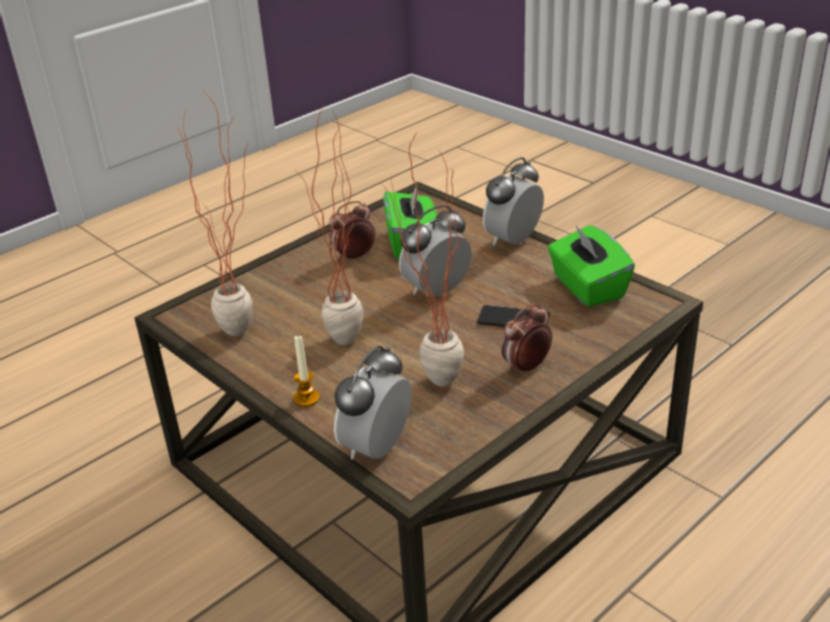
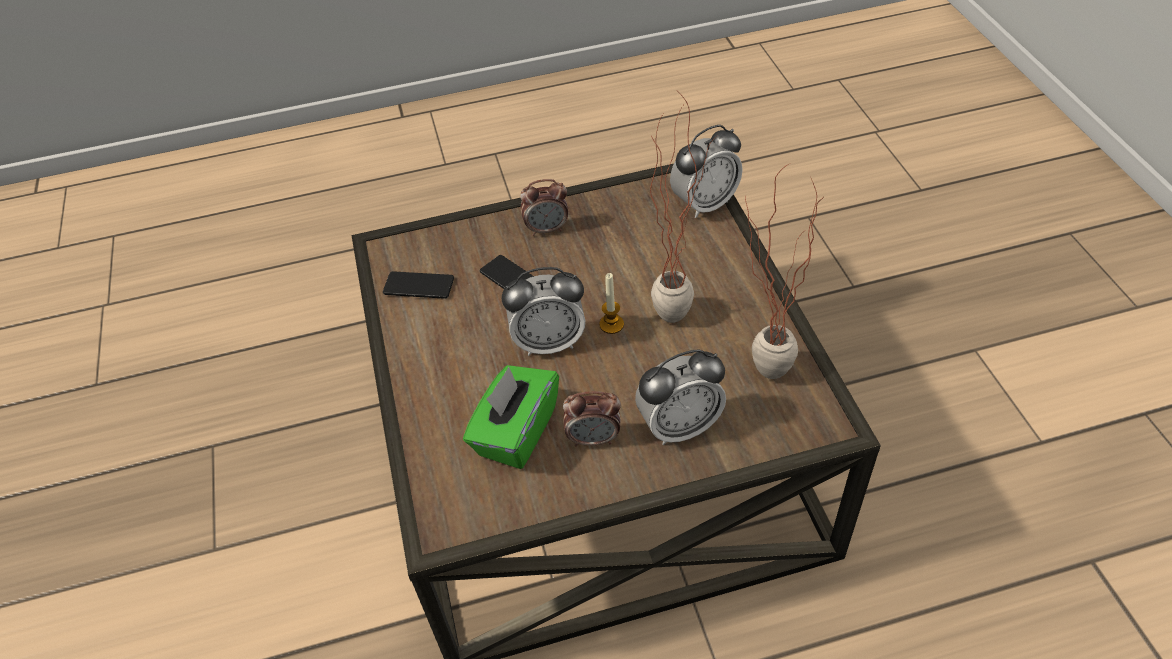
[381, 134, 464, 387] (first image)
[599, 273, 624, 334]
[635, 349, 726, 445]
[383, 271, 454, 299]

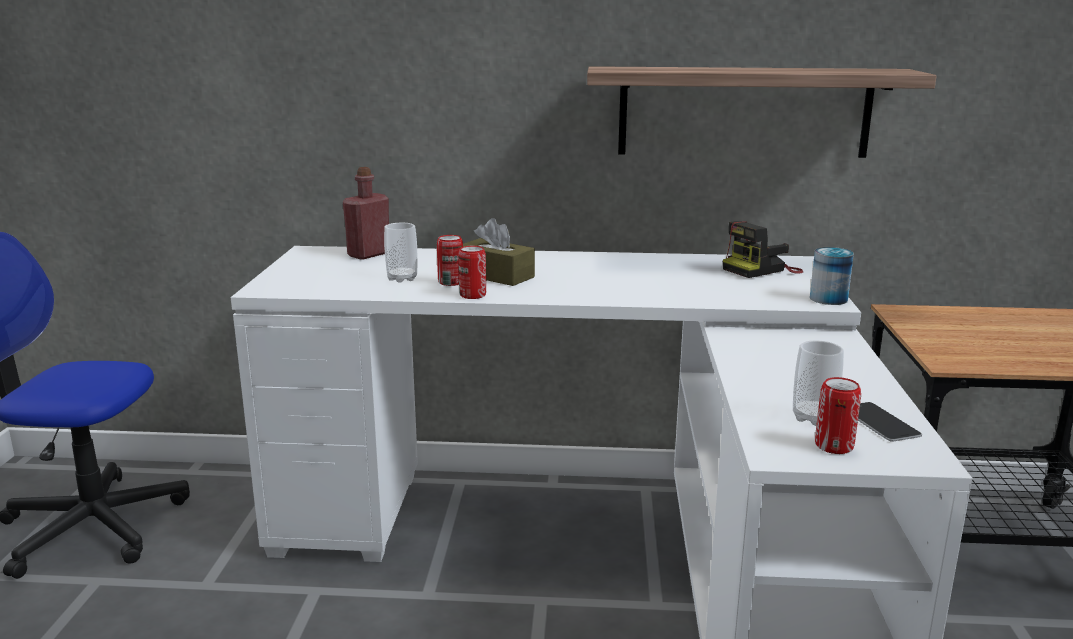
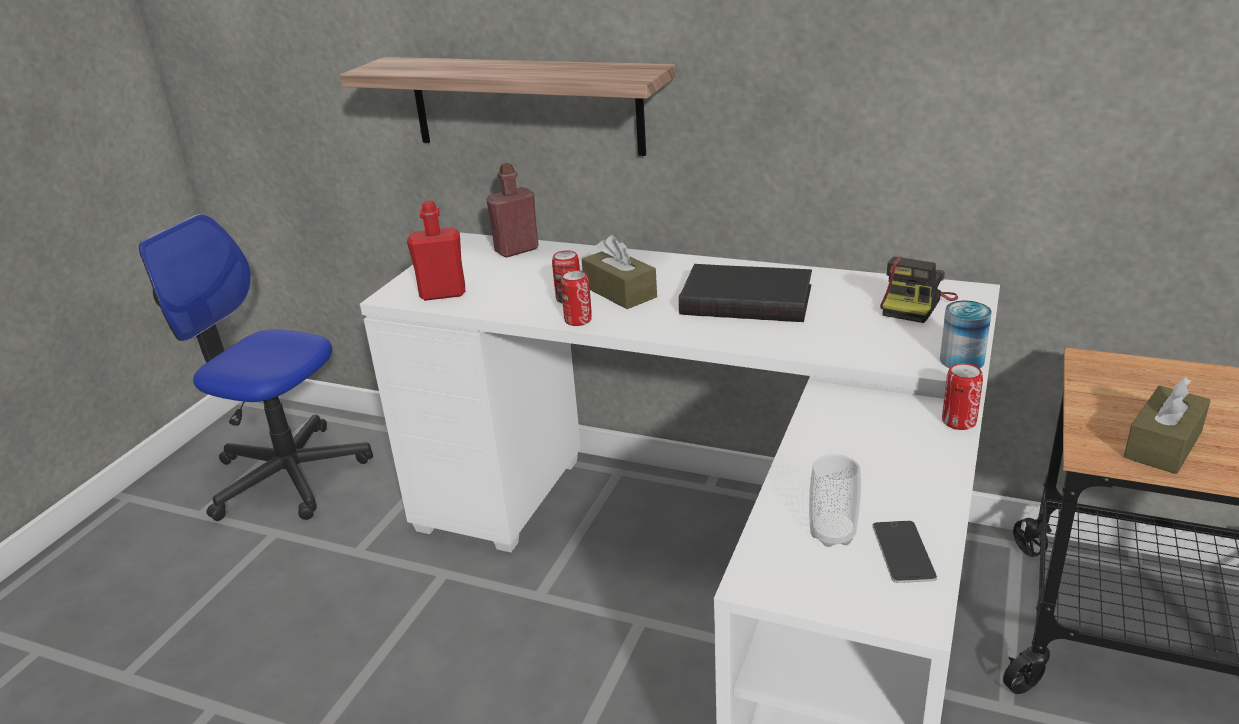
[384, 223, 417, 283] (first image)
[407, 201, 465, 301]
[679, 264, 812, 322]
[1124, 377, 1211, 474]
[340, 57, 675, 156]
[942, 363, 983, 430]
[880, 257, 958, 323]

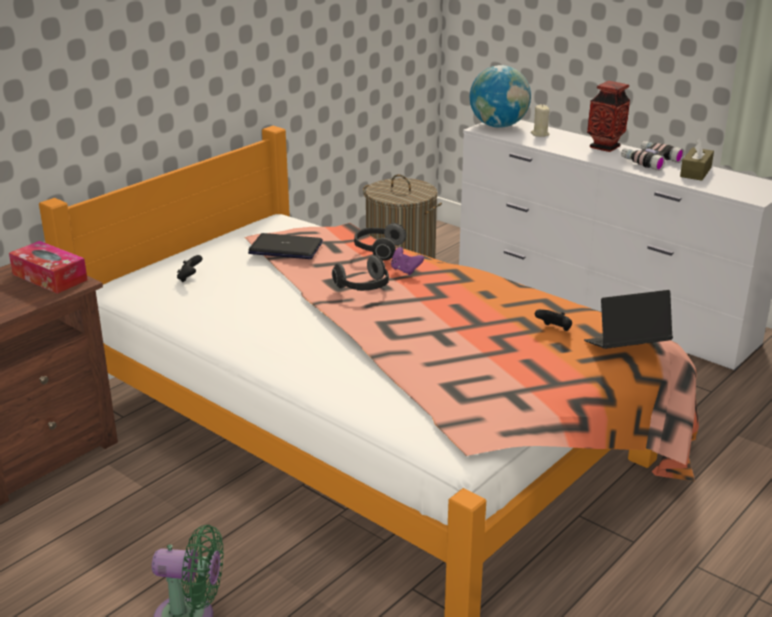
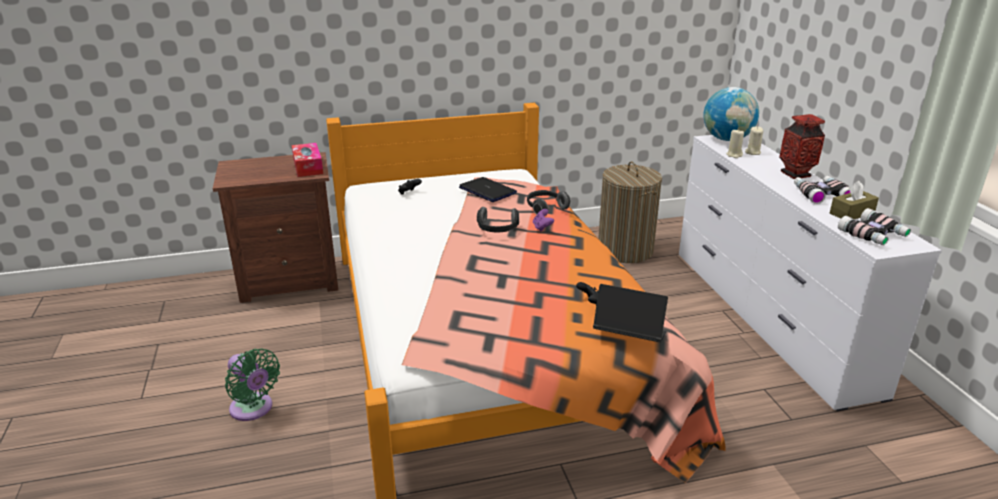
[726, 129, 744, 158]
[838, 208, 911, 245]

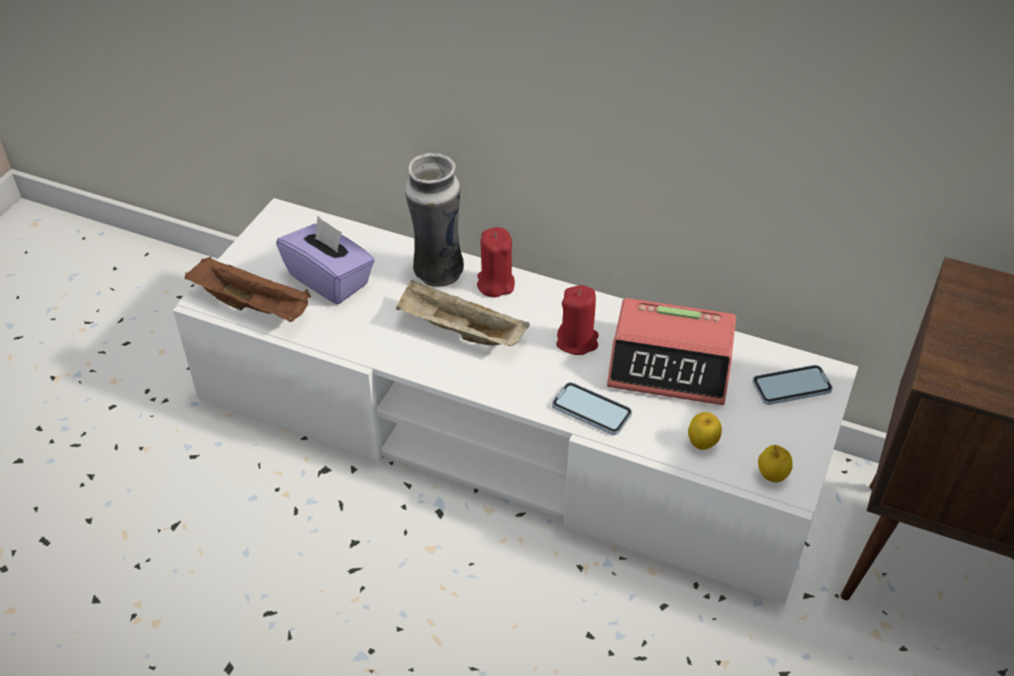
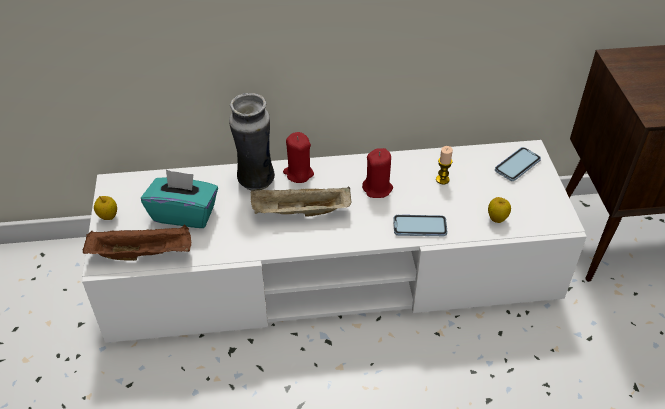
[94, 196, 117, 220]
[436, 146, 453, 184]
[141, 169, 218, 228]

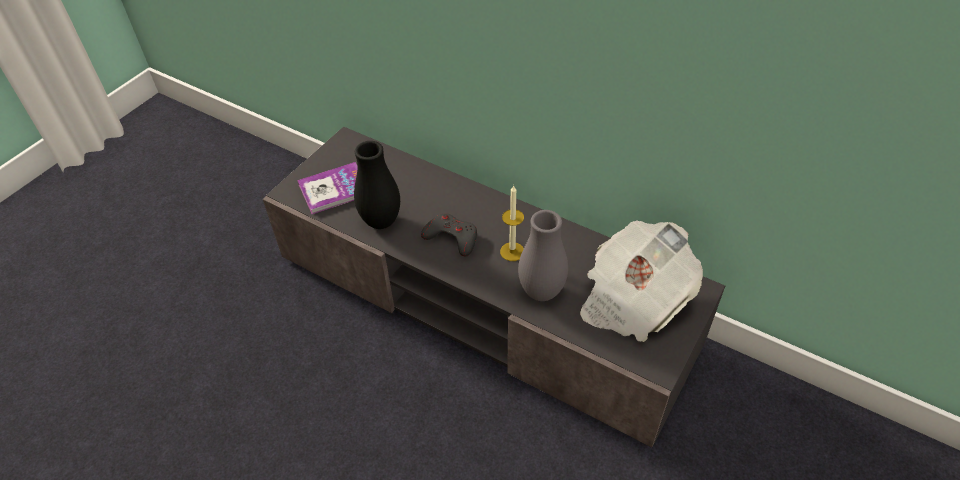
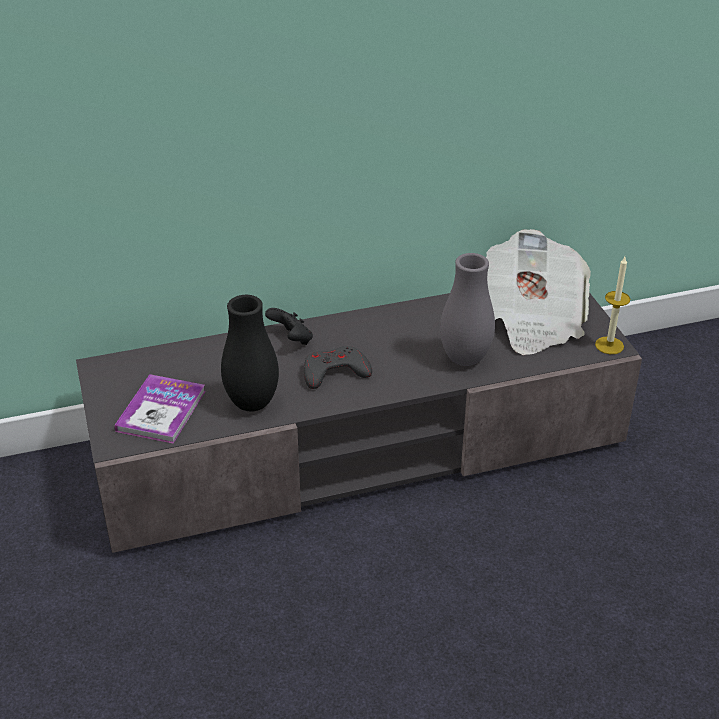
[265, 308, 313, 345]
[595, 257, 630, 354]

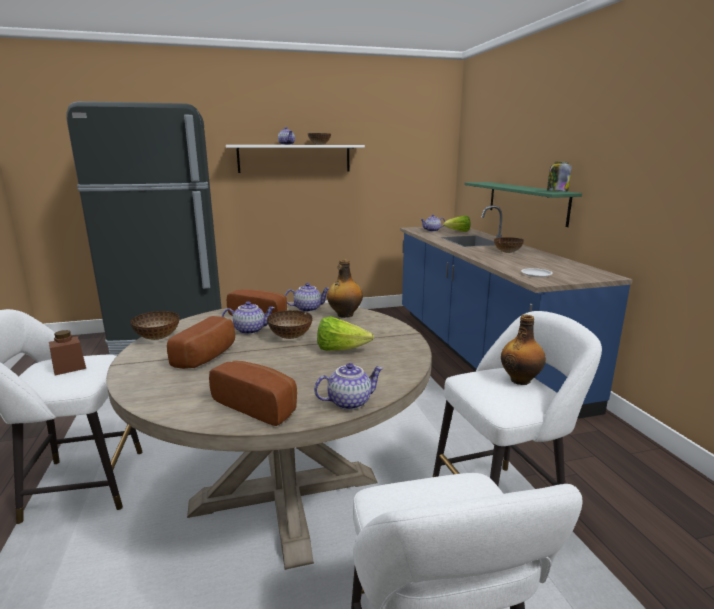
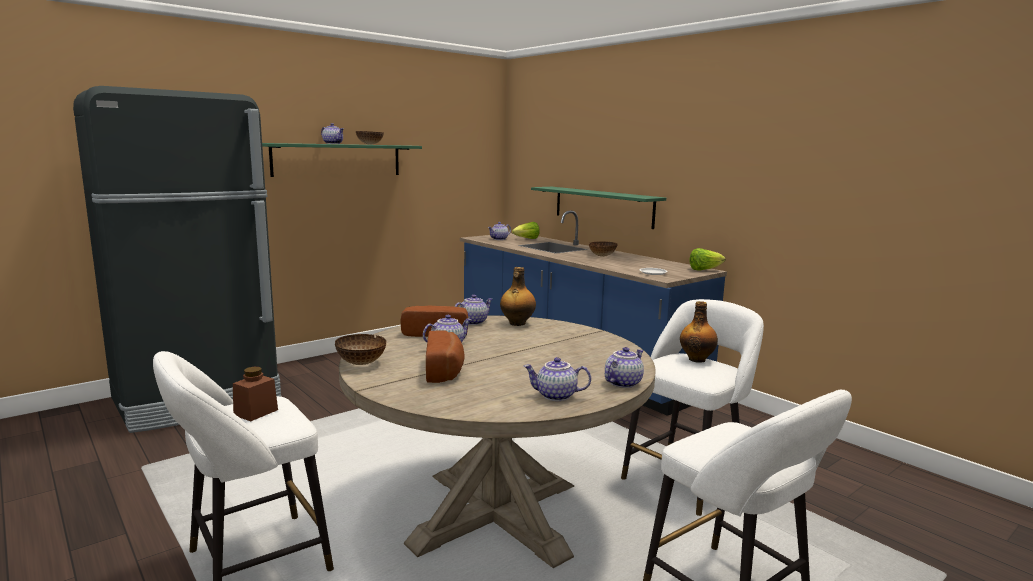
[267, 310, 312, 339] (first image)
[547, 161, 572, 191] (first image)
[689, 248, 726, 271]
[524, 357, 591, 401]
[262, 143, 422, 177]

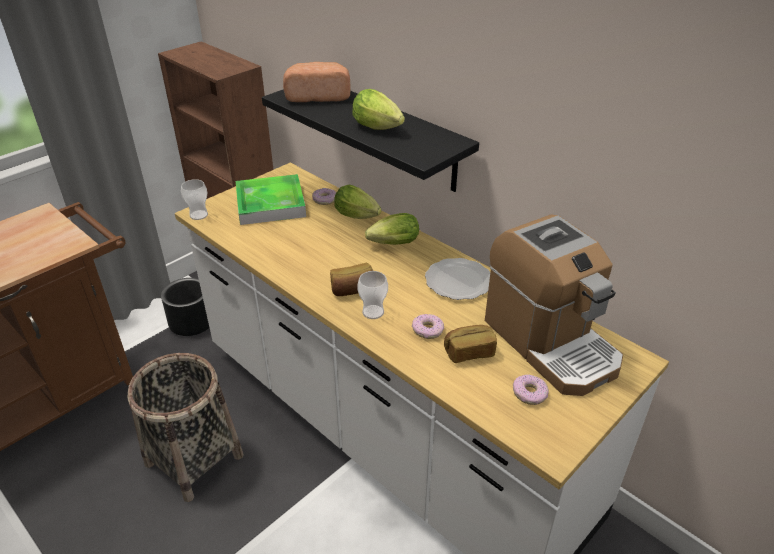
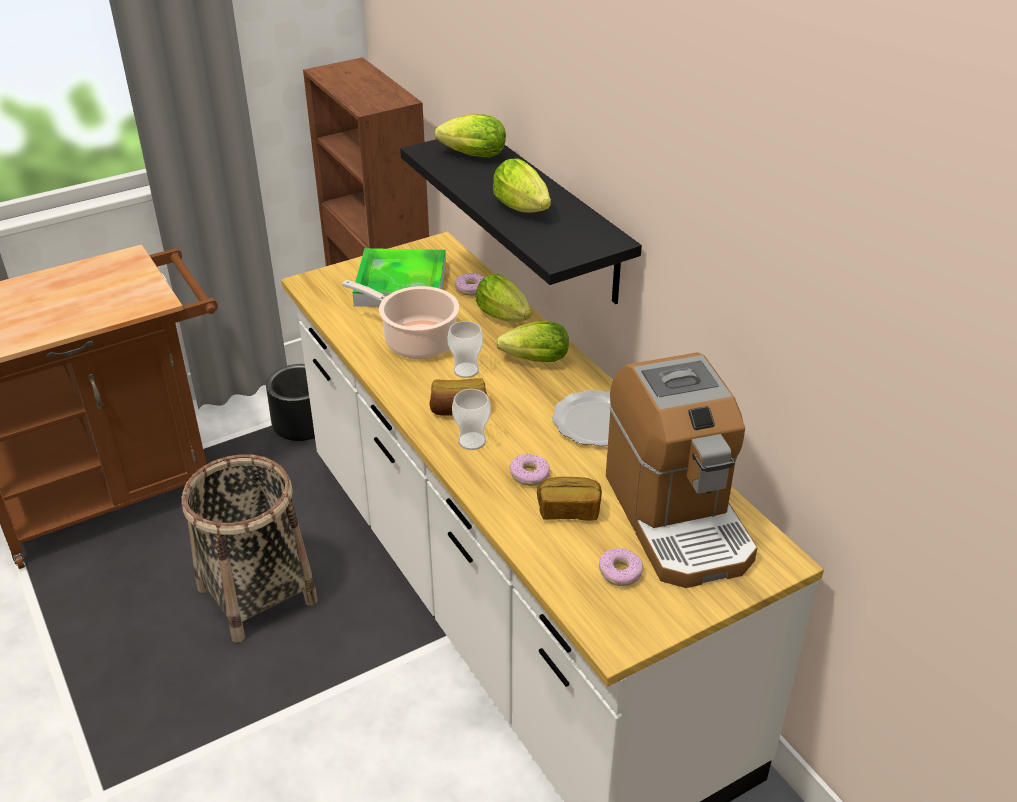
[342, 280, 459, 359]
[447, 321, 483, 378]
[435, 114, 506, 158]

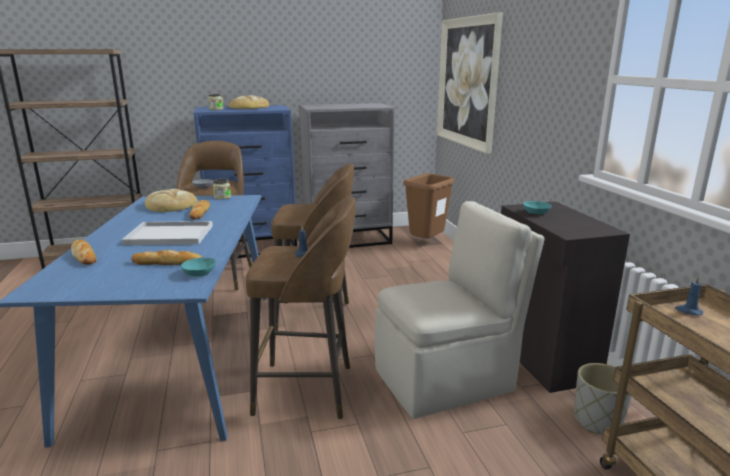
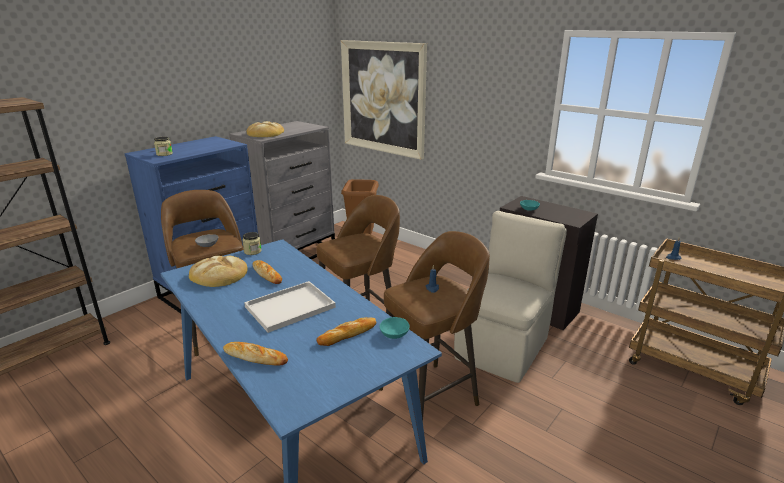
[574, 363, 632, 434] (first image)
[247, 121, 284, 137]

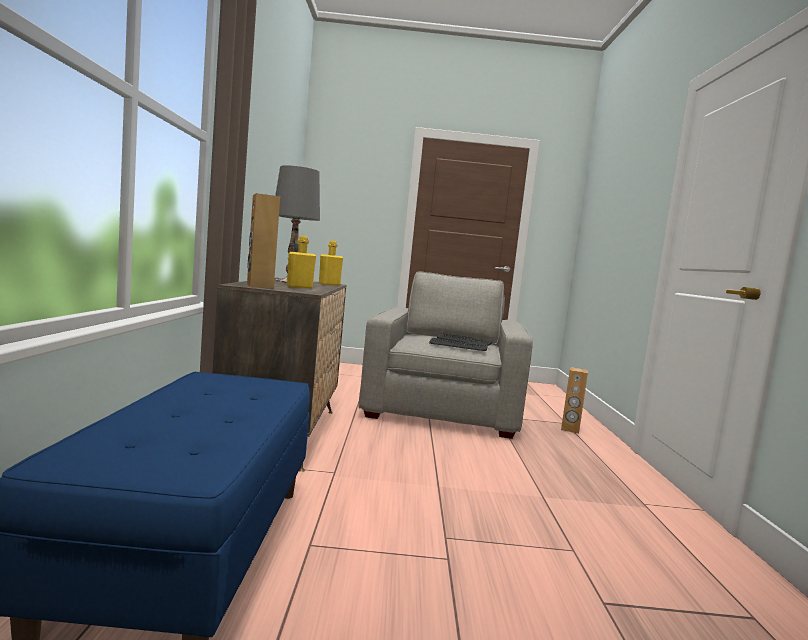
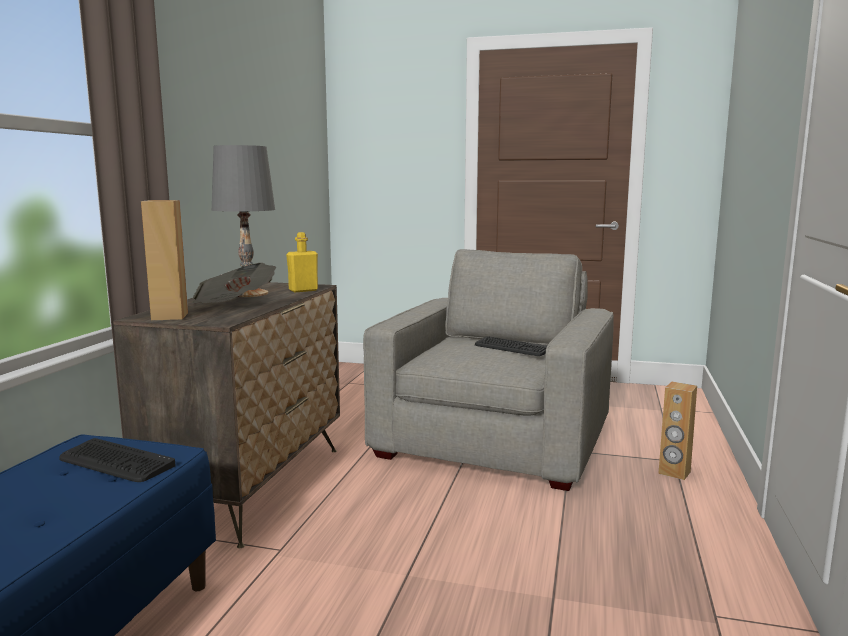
[59, 438, 176, 482]
[192, 263, 276, 303]

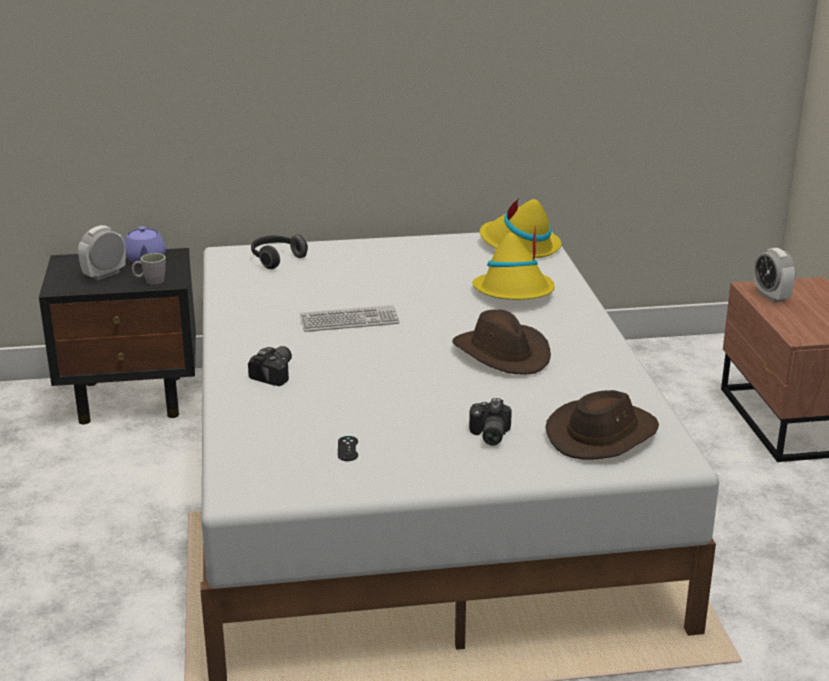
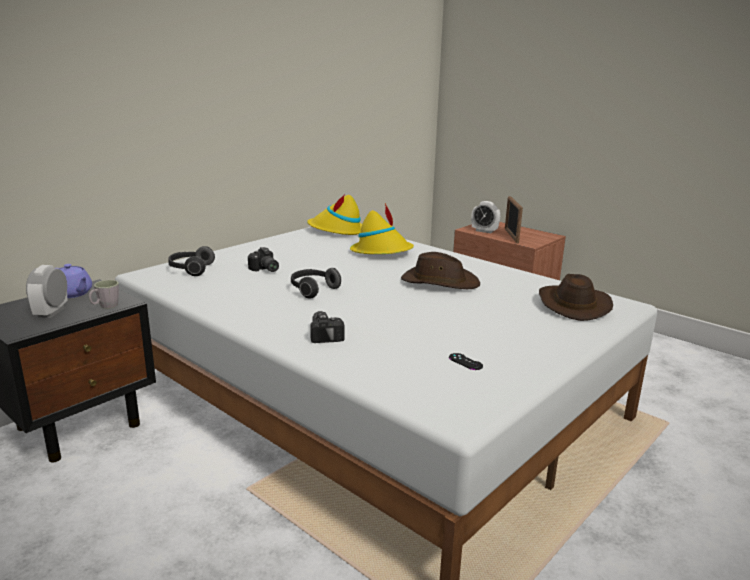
[505, 196, 523, 244]
[248, 247, 279, 272]
[291, 268, 341, 299]

